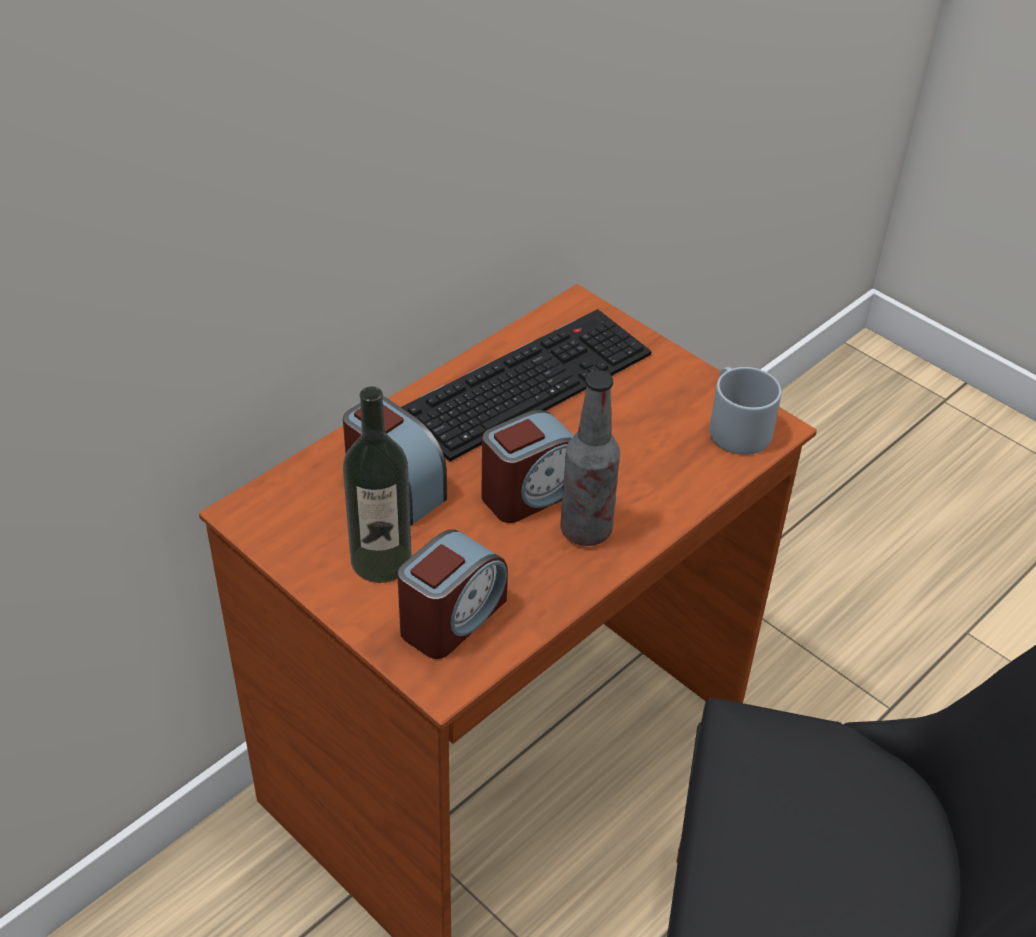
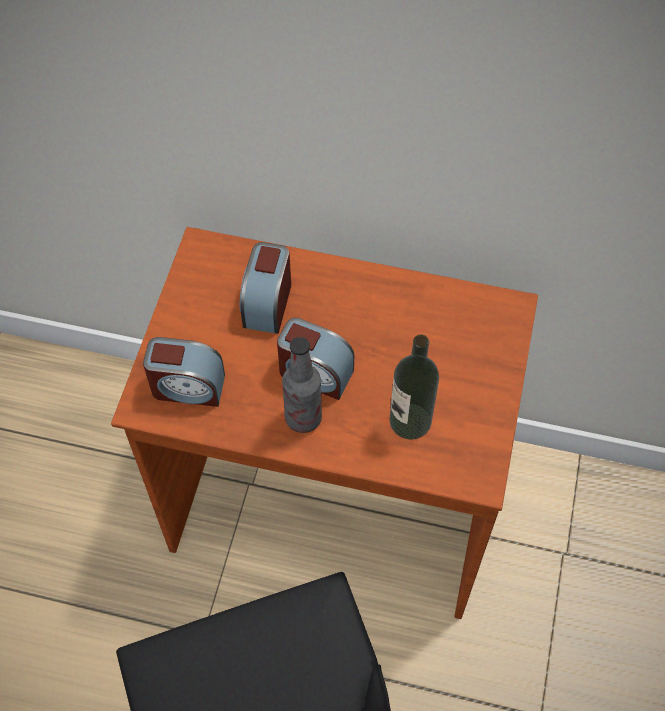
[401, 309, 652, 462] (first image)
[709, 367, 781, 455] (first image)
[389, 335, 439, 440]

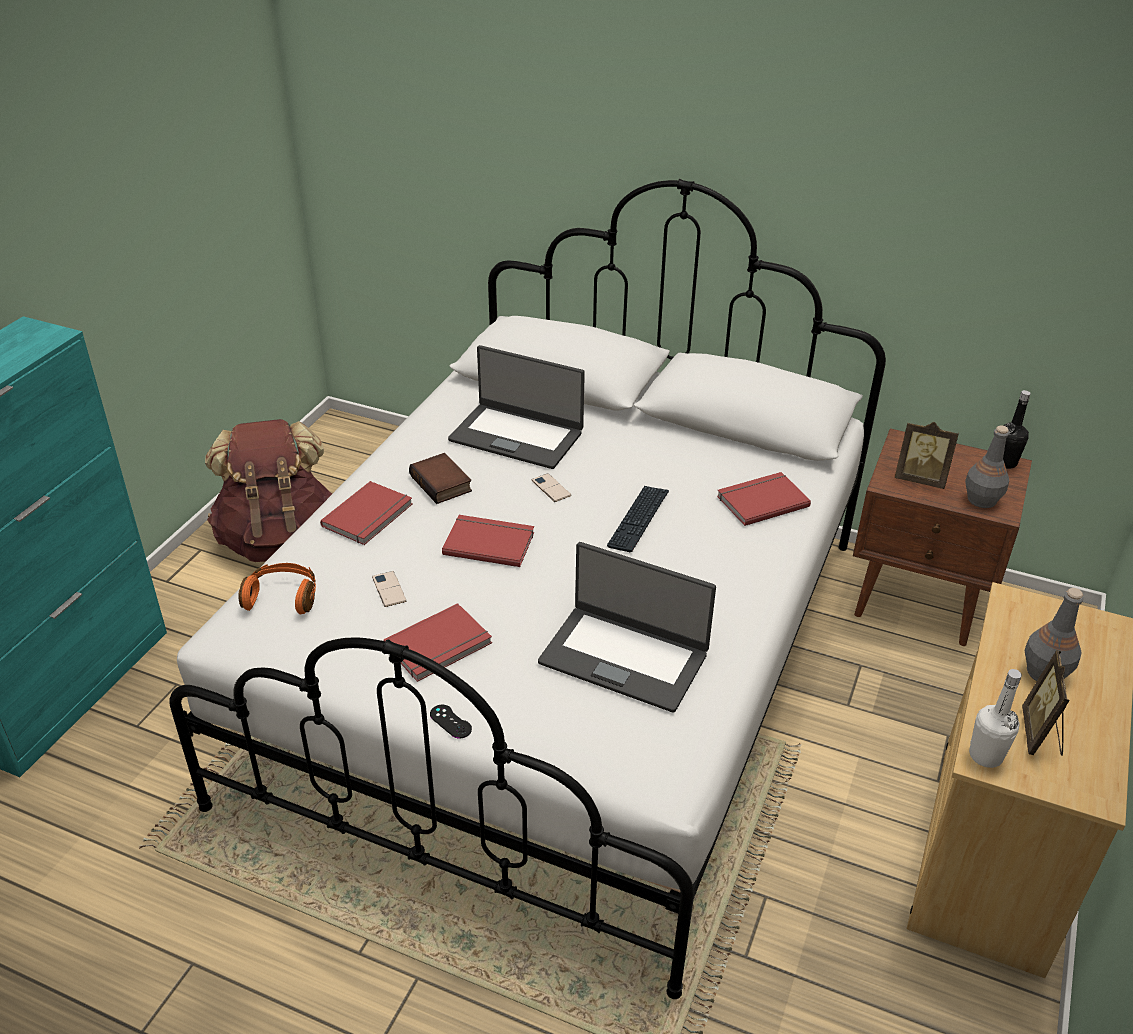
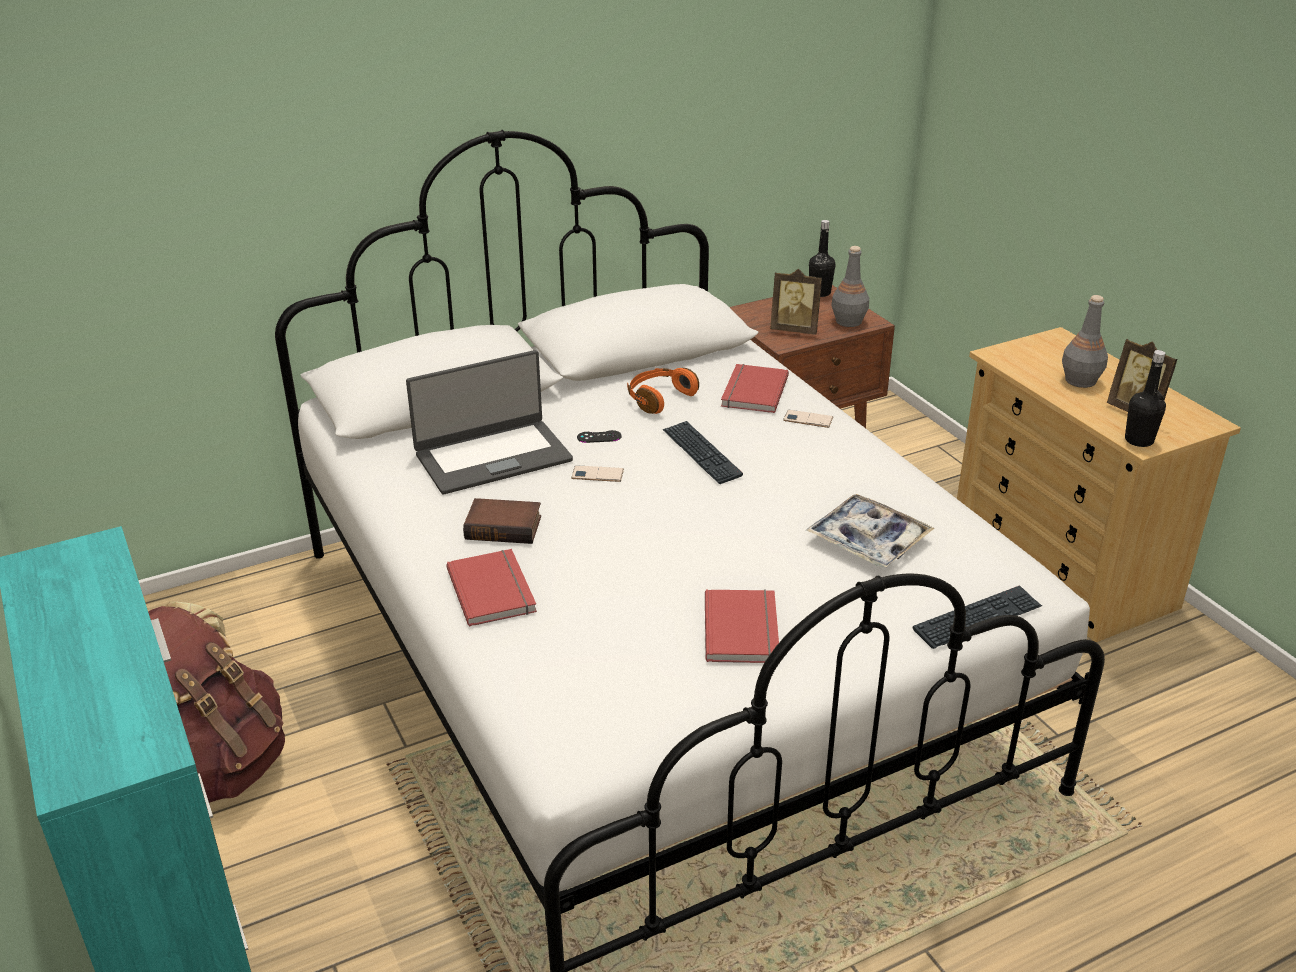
[442, 515, 534, 567] (first image)
[913, 585, 1042, 649]
[627, 368, 699, 414]
[783, 410, 833, 428]
[577, 430, 622, 443]
[806, 494, 934, 567]
[1125, 350, 1166, 447]
[770, 269, 822, 335]

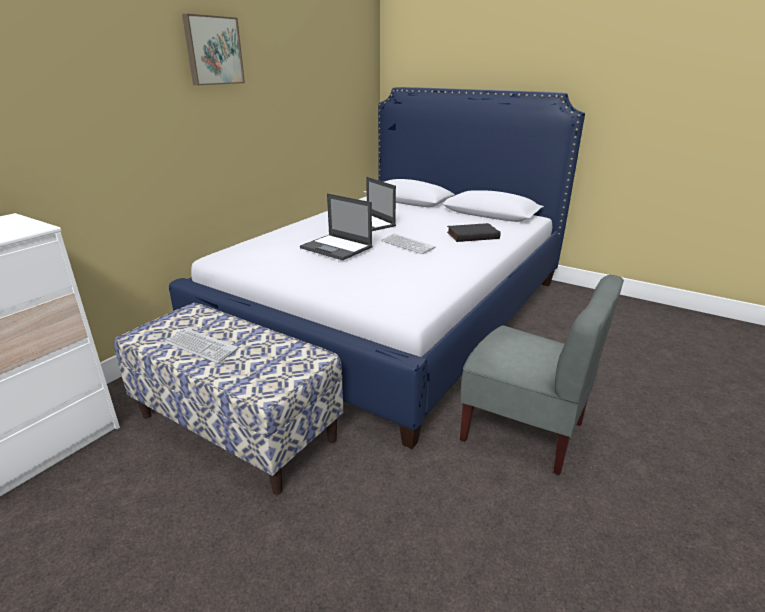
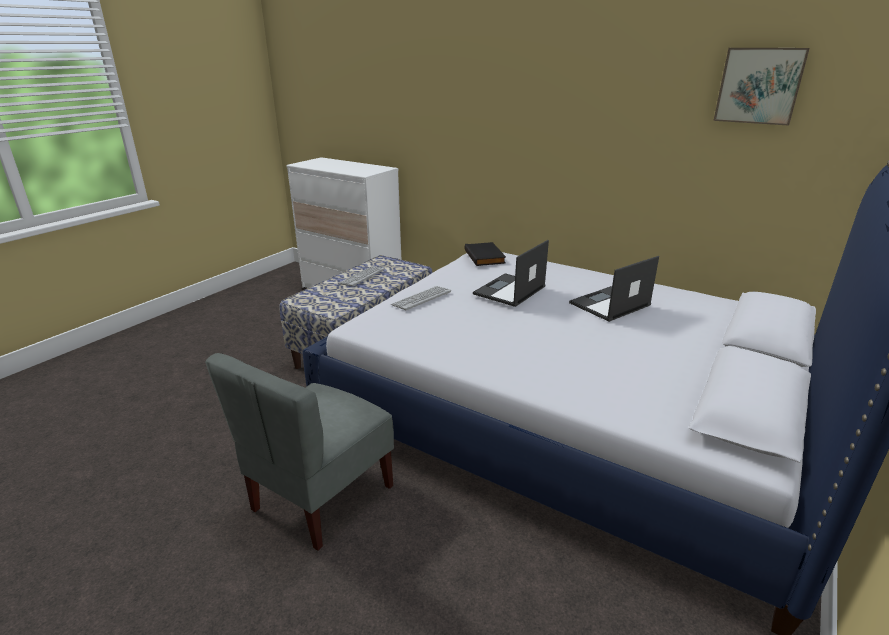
[713, 48, 810, 126]
[391, 286, 451, 310]
[465, 242, 506, 266]

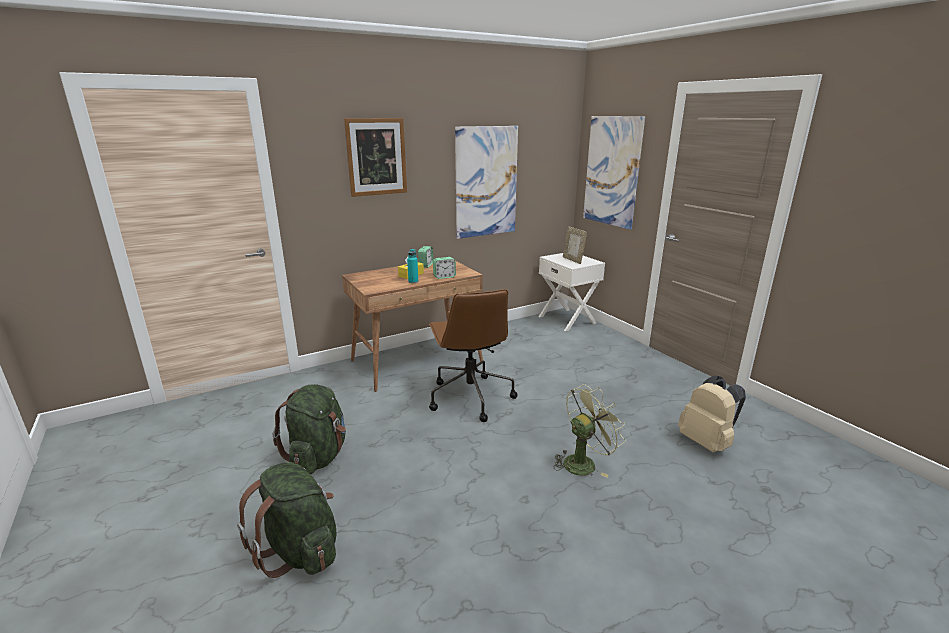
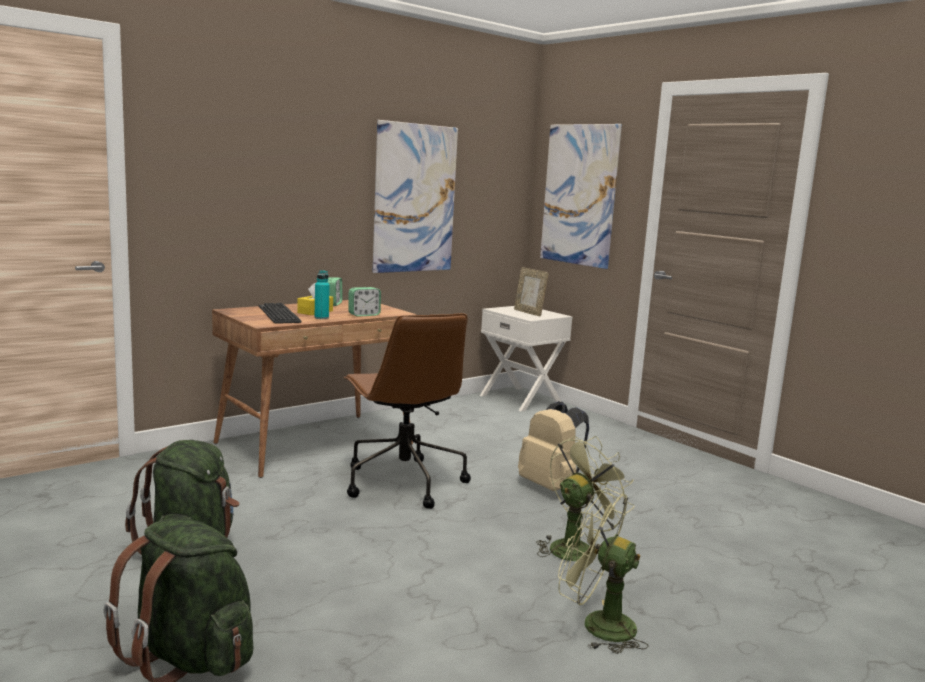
[344, 118, 407, 197] (first image)
[259, 303, 302, 323]
[558, 488, 649, 654]
[518, 401, 589, 491]

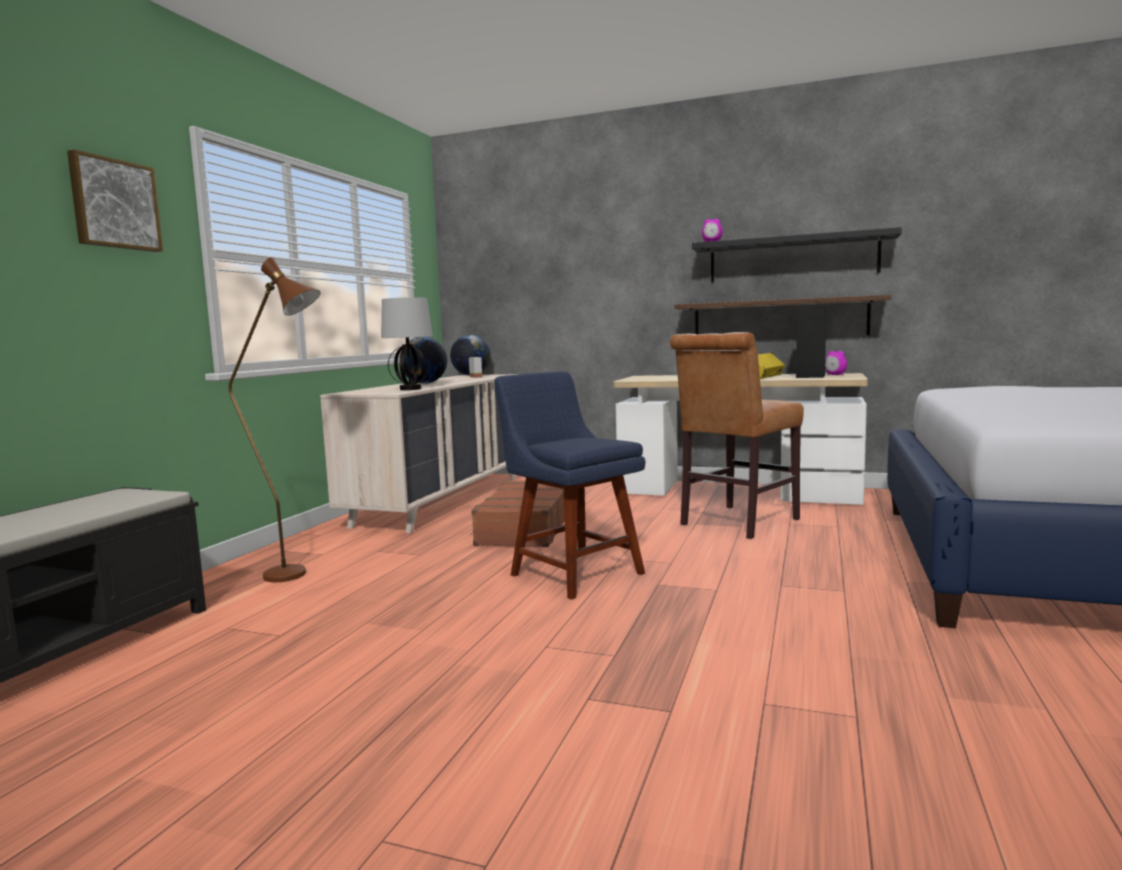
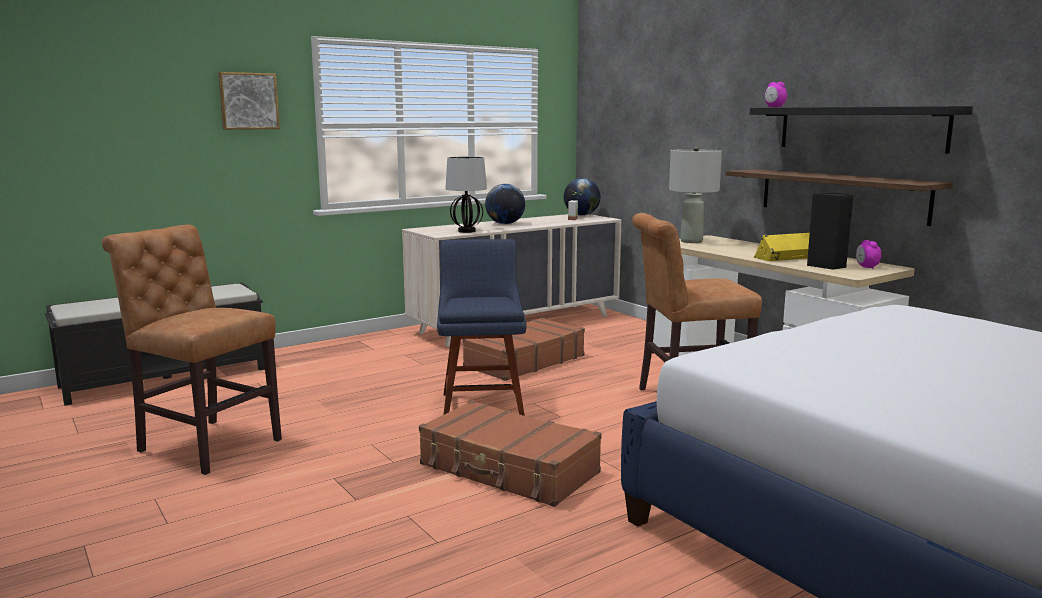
[228, 257, 320, 582] (first image)
[102, 225, 282, 475]
[419, 400, 602, 507]
[669, 146, 722, 243]

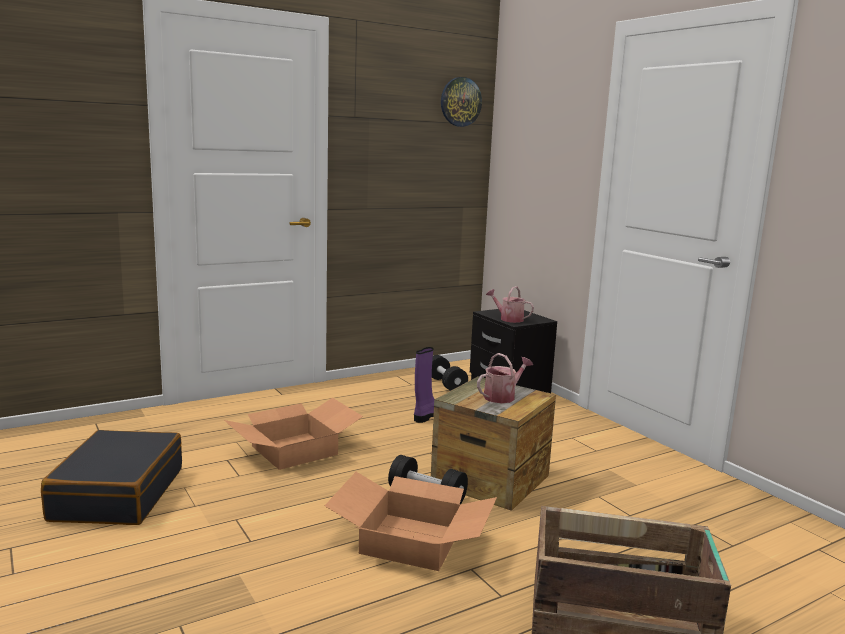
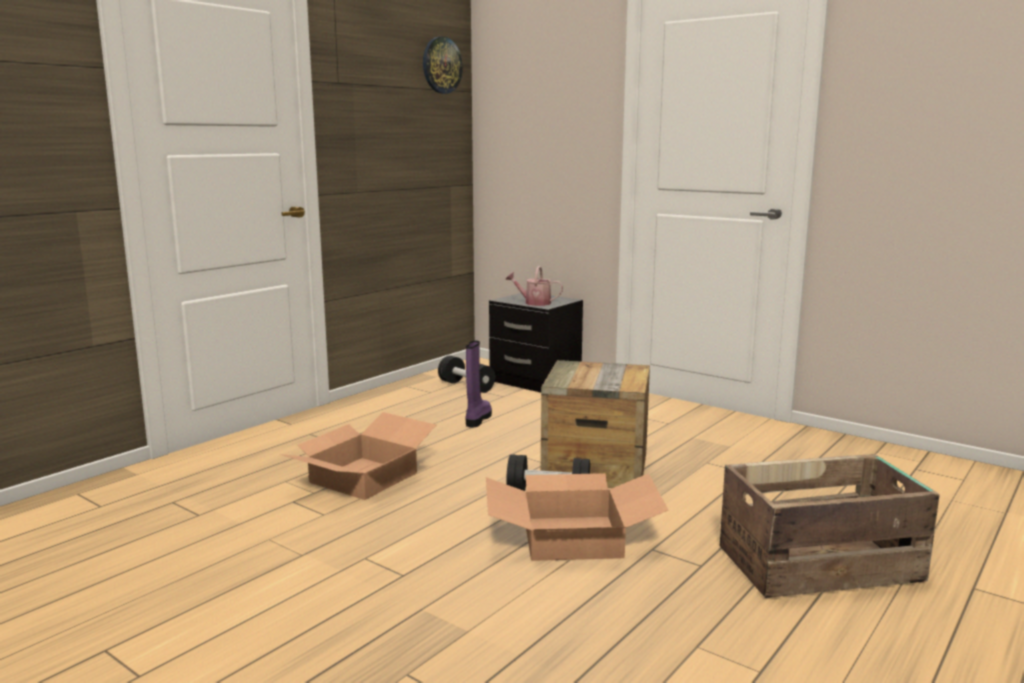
[41, 430, 182, 525] (first image)
[477, 353, 533, 403] (first image)

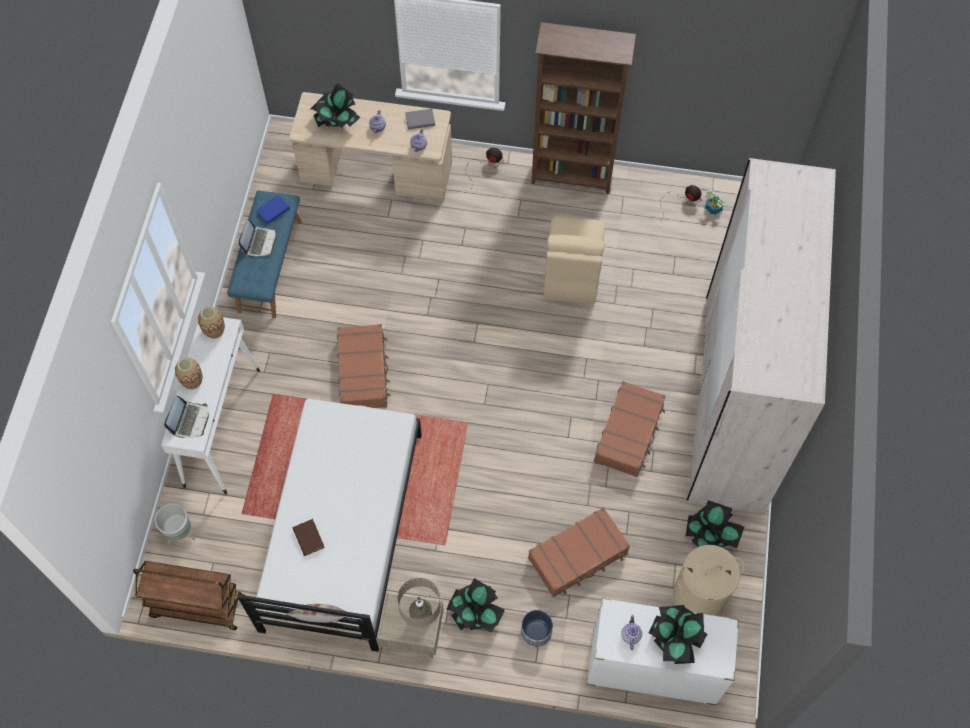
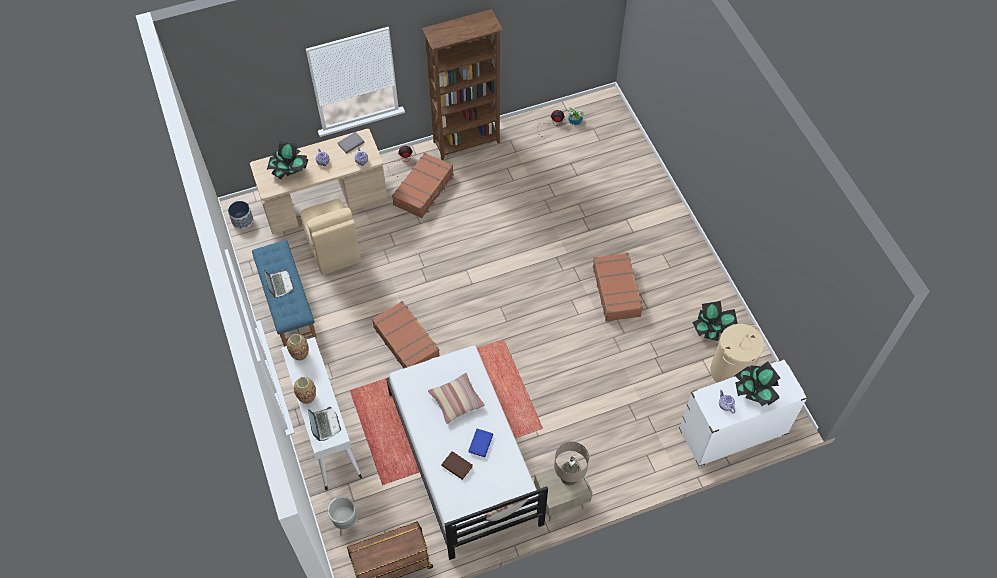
[446, 578, 505, 633] (first image)
[687, 158, 836, 514] (first image)
[428, 373, 485, 424]
[468, 429, 493, 457]
[228, 201, 253, 229]
[392, 152, 454, 218]
[300, 199, 361, 275]

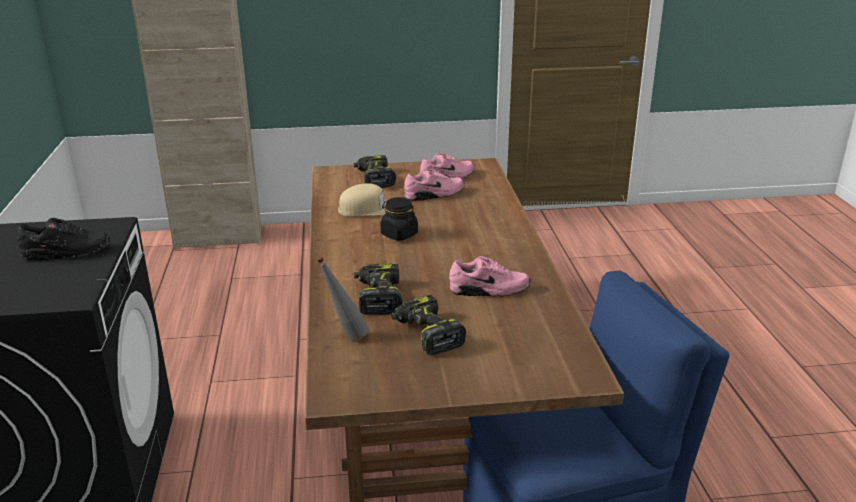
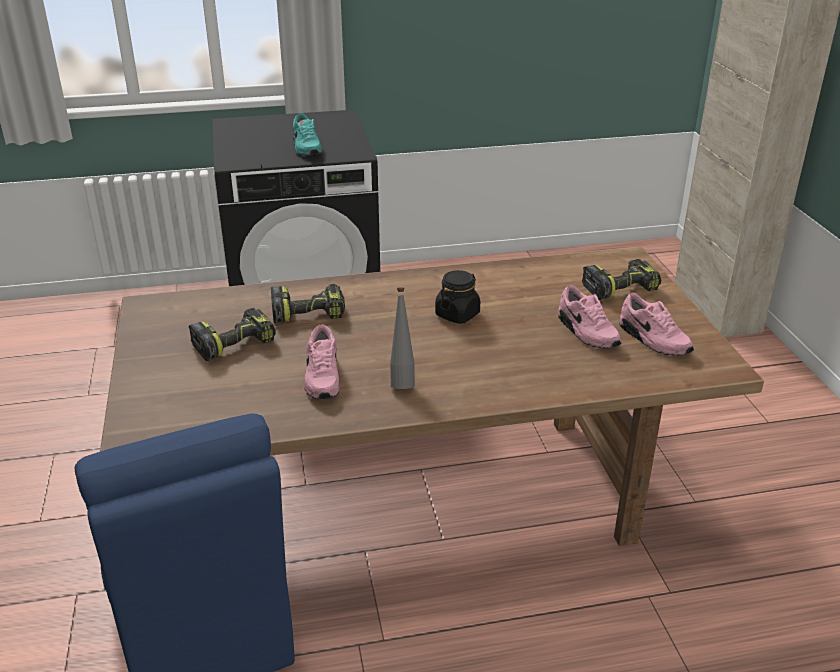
[338, 183, 386, 217] (first image)
[390, 287, 415, 389]
[293, 113, 322, 156]

